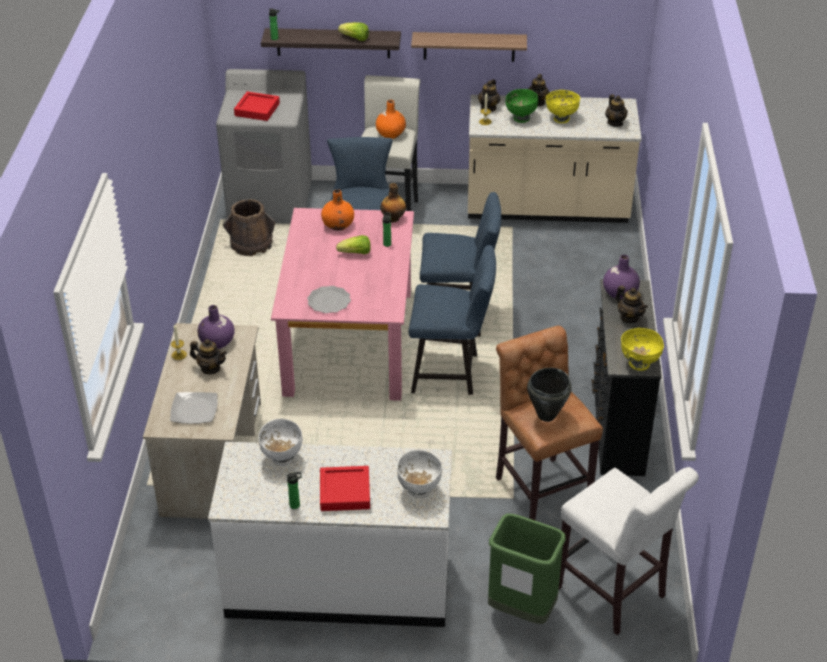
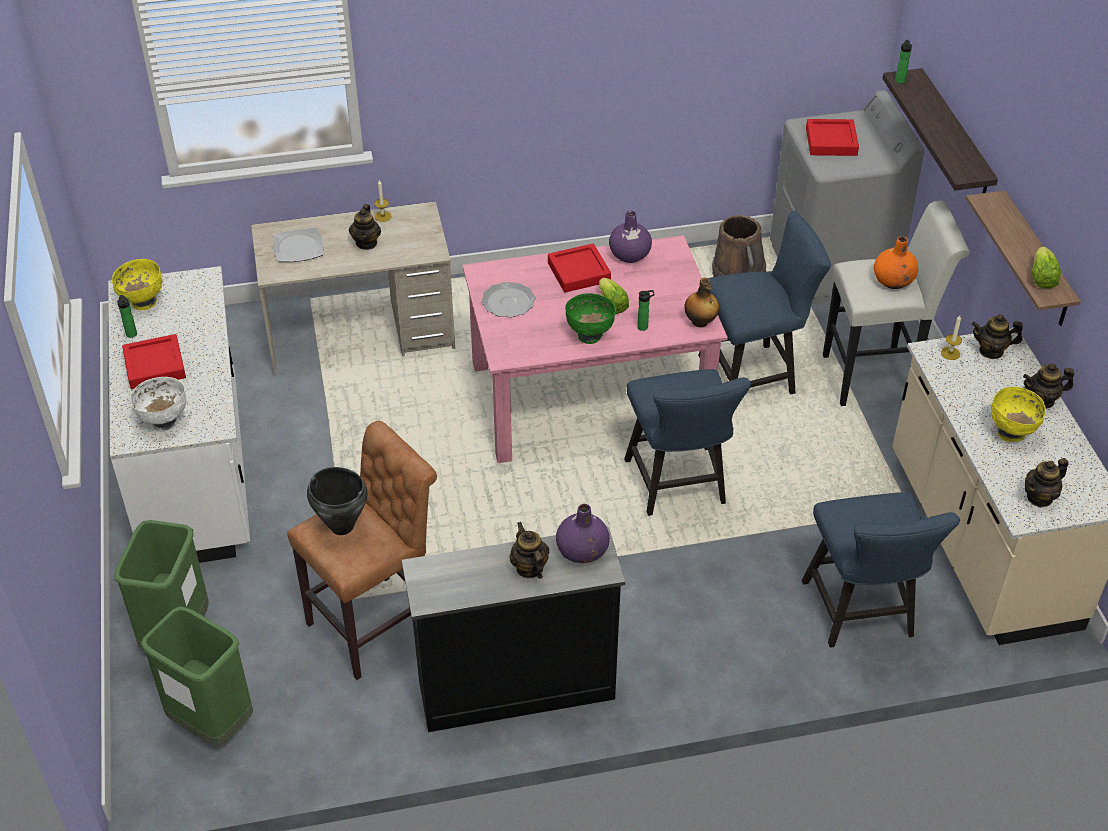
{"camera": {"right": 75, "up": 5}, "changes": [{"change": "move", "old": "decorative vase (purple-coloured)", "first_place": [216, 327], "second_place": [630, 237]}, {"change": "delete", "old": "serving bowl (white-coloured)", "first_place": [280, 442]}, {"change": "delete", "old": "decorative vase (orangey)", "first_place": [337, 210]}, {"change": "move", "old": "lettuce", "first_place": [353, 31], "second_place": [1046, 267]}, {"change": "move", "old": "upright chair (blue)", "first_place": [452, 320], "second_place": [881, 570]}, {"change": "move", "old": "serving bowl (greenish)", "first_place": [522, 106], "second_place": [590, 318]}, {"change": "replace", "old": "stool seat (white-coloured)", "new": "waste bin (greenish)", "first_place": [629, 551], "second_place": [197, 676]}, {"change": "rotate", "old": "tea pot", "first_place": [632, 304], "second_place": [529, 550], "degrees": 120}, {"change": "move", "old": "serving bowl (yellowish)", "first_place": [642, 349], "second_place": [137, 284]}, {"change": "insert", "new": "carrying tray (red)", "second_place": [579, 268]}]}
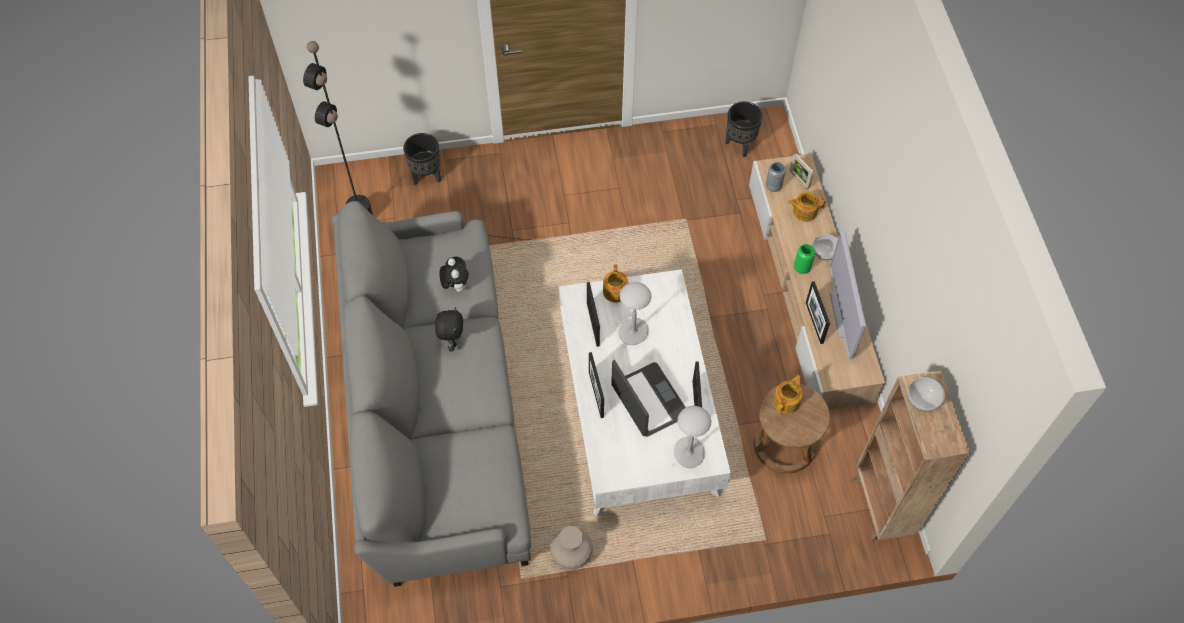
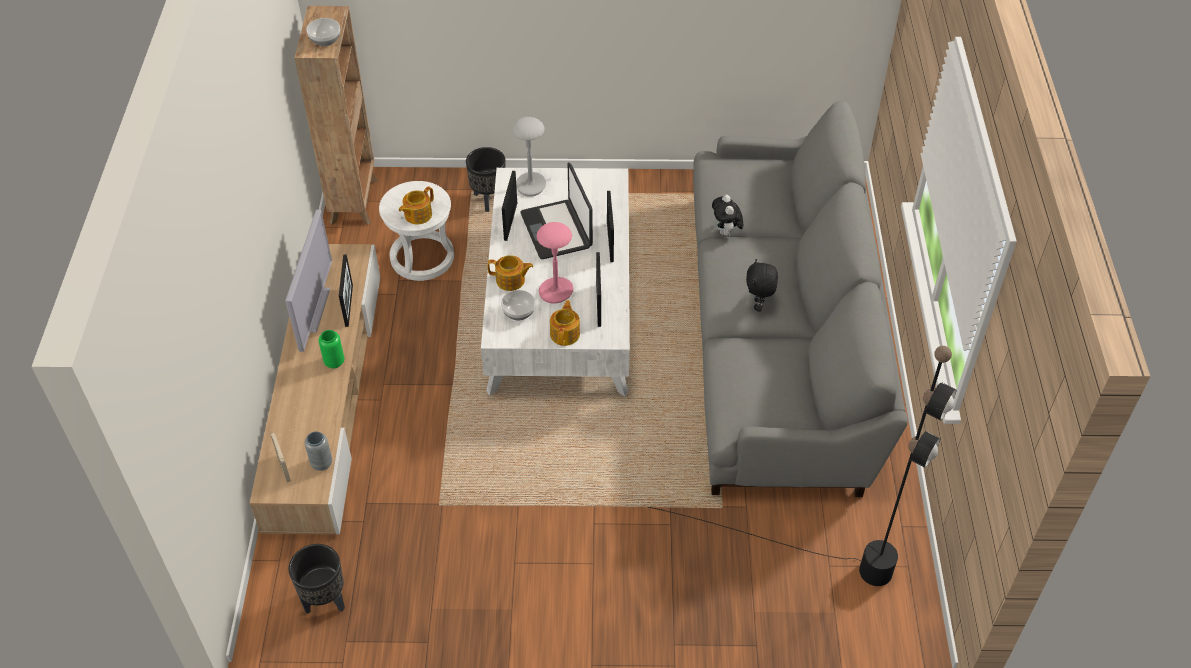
{"camera": {"right": -170, "up": -10}, "changes": [{"change": "move", "old": "plant pot (blackish)", "first_place": [422, 159], "second_place": [486, 179]}, {"change": "move", "old": "plush toy", "first_place": [454, 274], "second_place": [727, 215]}, {"change": "delete", "old": "decorative vase (beige)", "first_place": [571, 547]}, {"change": "recolor", "old": "tabletop lamp (gray)", "new": "tabletop lamp (pink-coloured)", "first_place": [635, 313], "second_place": [555, 263]}, {"change": "recolor", "old": "stool seat (brownish)", "new": "stool seat (white-coloured)", "first_place": [792, 429], "second_place": [416, 231]}, {"change": "move", "old": "tea pot", "first_place": [807, 207], "second_place": [511, 273]}, {"change": "move", "old": "serving bowl", "first_place": [825, 247], "second_place": [518, 305]}]}
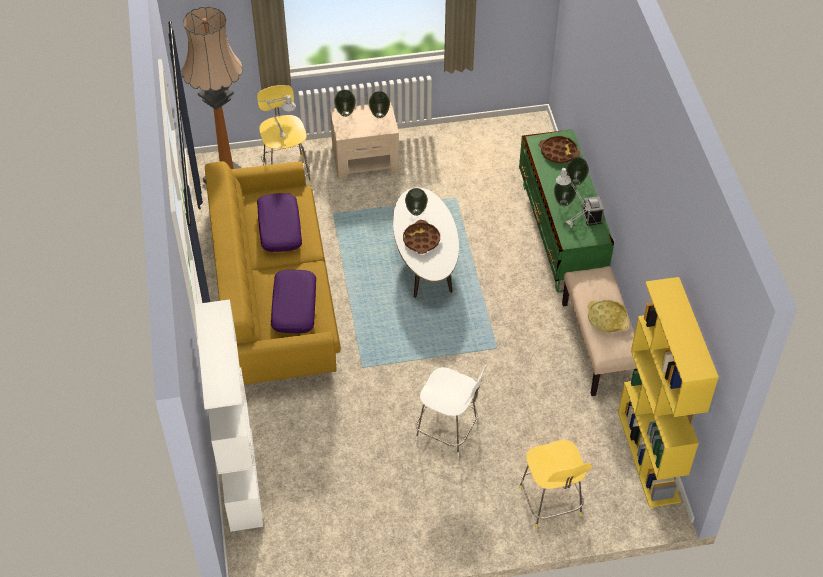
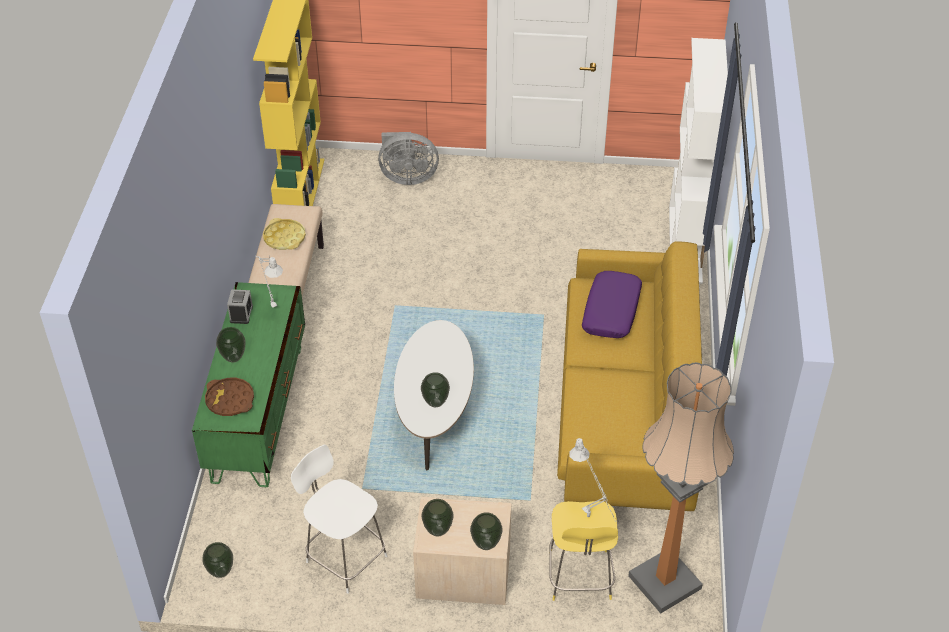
{"camera": {"right": -165, "up": -5}, "changes": [{"change": "delete", "old": "throw pillow (purple-coloured)", "first_place": [279, 222]}, {"change": "delete", "old": "carrying tray (brownish)", "first_place": [421, 237]}, {"change": "move", "old": "stool seat (white-coloured)", "first_place": [451, 411], "second_place": [339, 519]}, {"change": "replace", "old": "stool seat (yellowish)", "new": "electric fan (gray)", "first_place": [556, 484], "second_place": [408, 158]}, {"change": "move", "old": "decorative vase", "first_place": [565, 193], "second_place": [217, 560]}]}
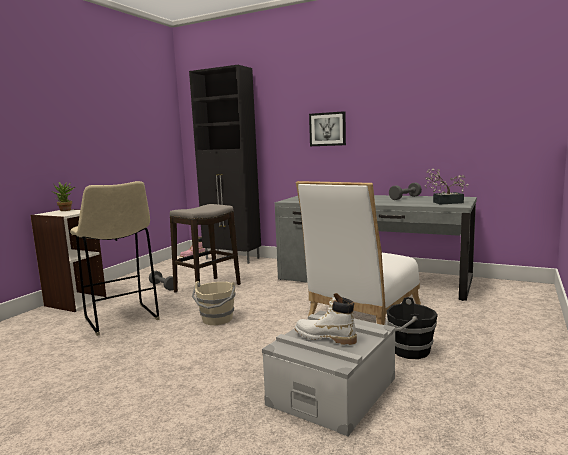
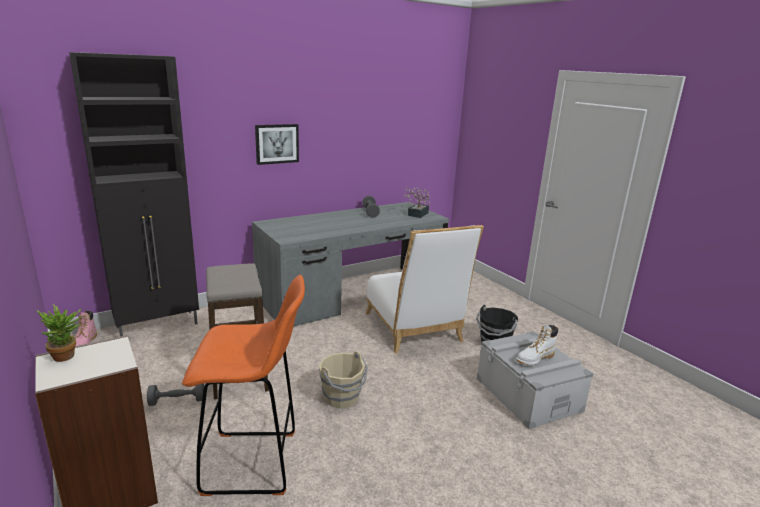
{"camera": {"right": -60, "up": 10}, "changes": [{"change": "recolor", "old": "stool seat (beige)", "new": "stool seat (orangey)", "first_place": [114, 258], "second_place": [243, 385]}]}
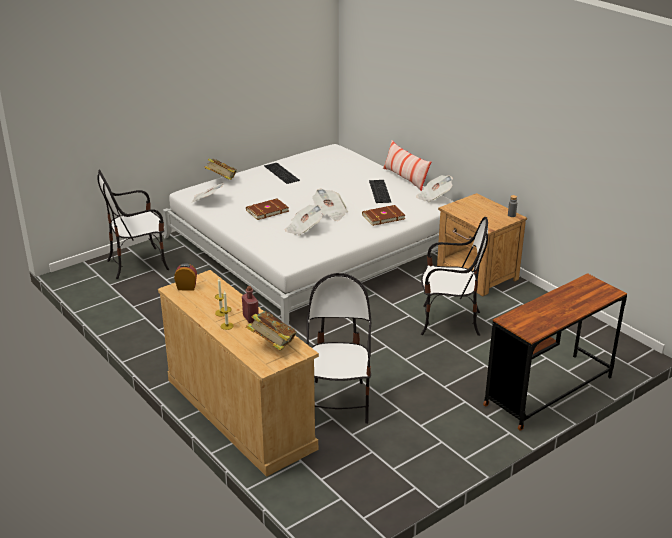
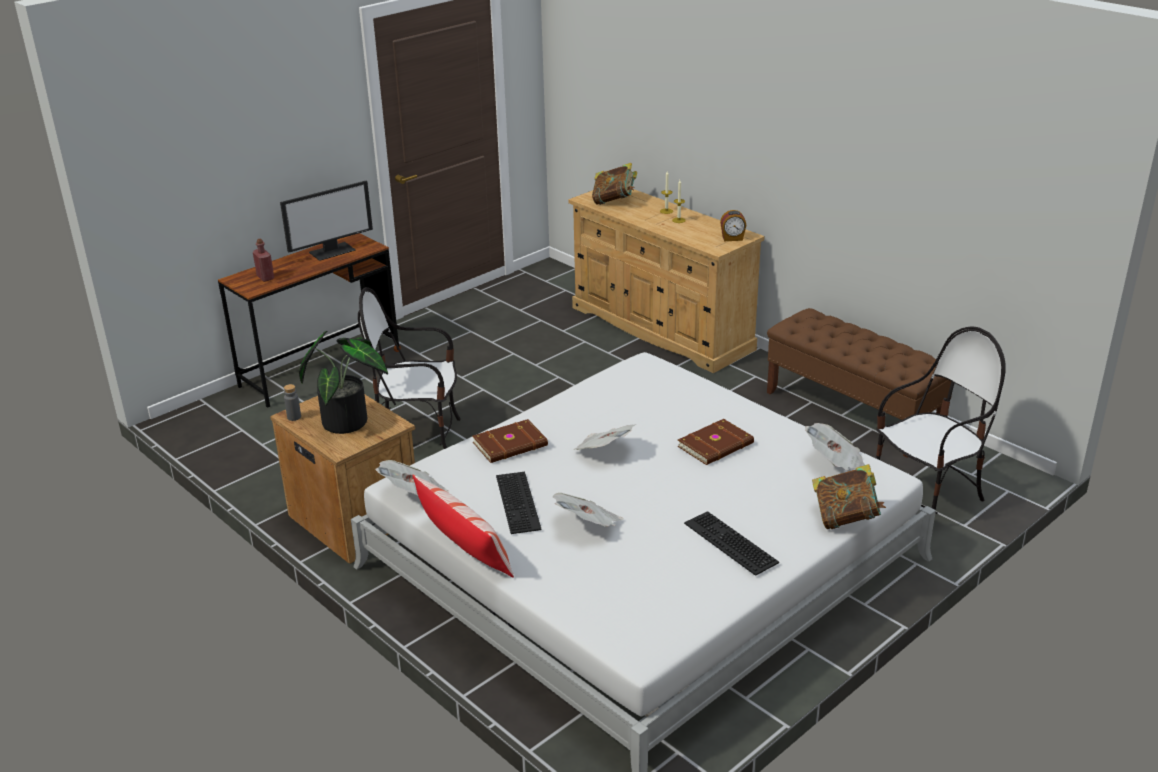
{"camera": {"right": 175, "up": 0}, "changes": [{"change": "move", "old": "bottle (red)", "first_place": [250, 304], "second_place": [263, 260]}, {"change": "move", "old": "newspaper", "first_place": [303, 220], "second_place": [587, 510]}, {"change": "delete", "old": "upright chair", "first_place": [338, 348]}, {"change": "insert", "new": "computer display", "second_place": [326, 221]}, {"change": "insert", "new": "houseplant", "second_place": [343, 382]}, {"change": "insert", "new": "bench (brownish)", "second_place": [859, 383]}]}
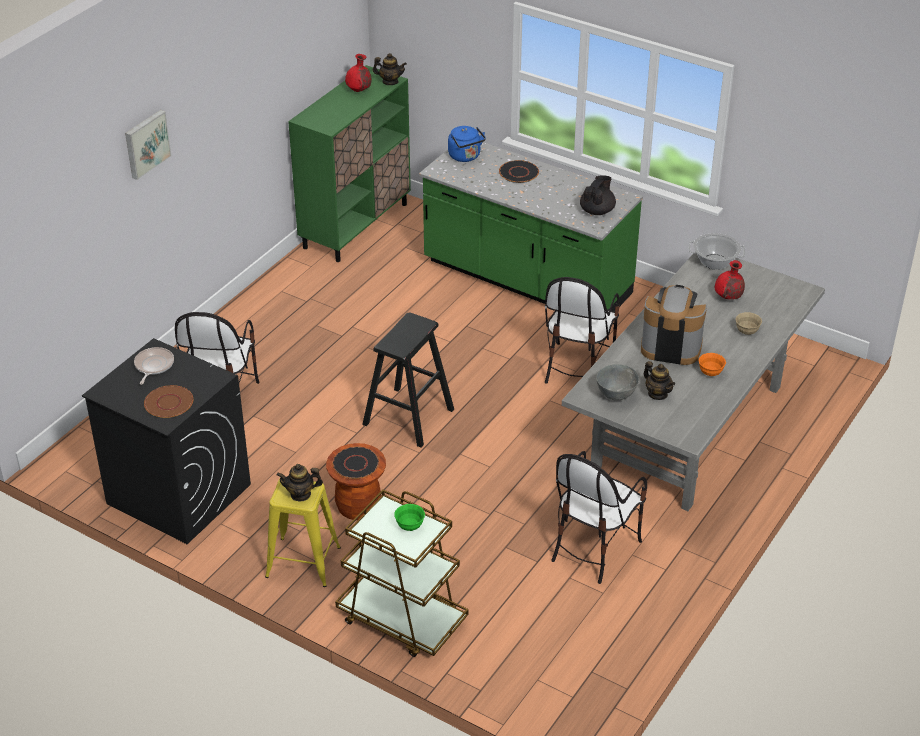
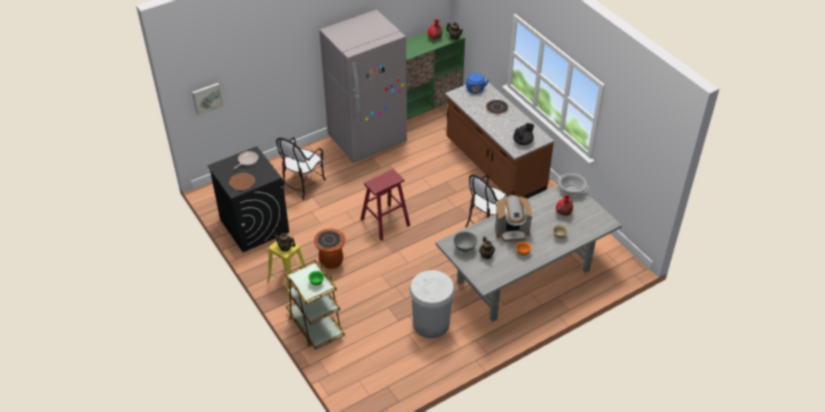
{"camera": {"right": 25, "up": 5}, "changes": [{"change": "move", "old": "picture", "first_place": [148, 145], "second_place": [207, 99]}, {"change": "recolor", "old": "stool seat (blackish)", "new": "stool seat (red)", "first_place": [408, 379], "second_place": [385, 205]}, {"change": "recolor", "old": "counter (greenish)", "new": "counter (brownish)", "first_place": [531, 227], "second_place": [499, 139]}, {"change": "replace", "old": "upright chair", "new": "waste bin (white-coloured)", "first_place": [599, 517], "second_place": [432, 304]}, {"change": "rotate", "old": "coffee maker", "first_place": [674, 325], "second_place": [513, 218], "degrees": 135}, {"change": "insert", "new": "kitchen fridge (gray)", "second_place": [363, 86]}]}
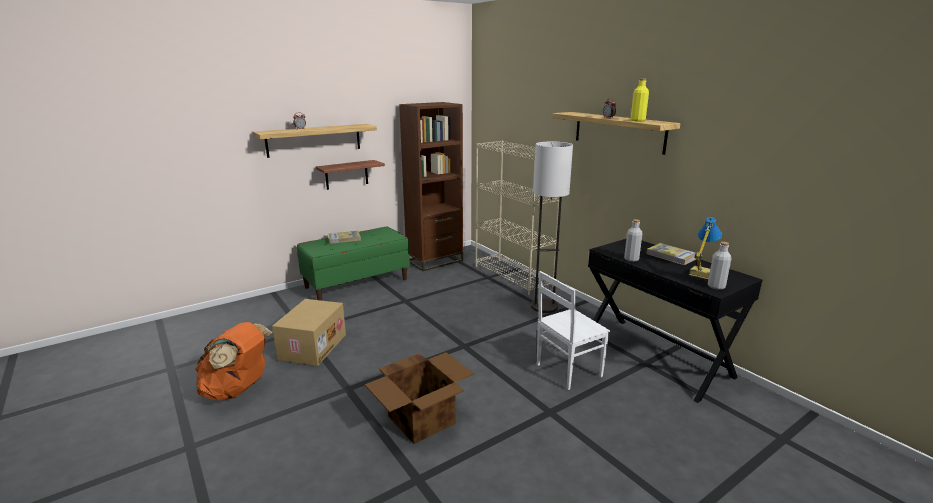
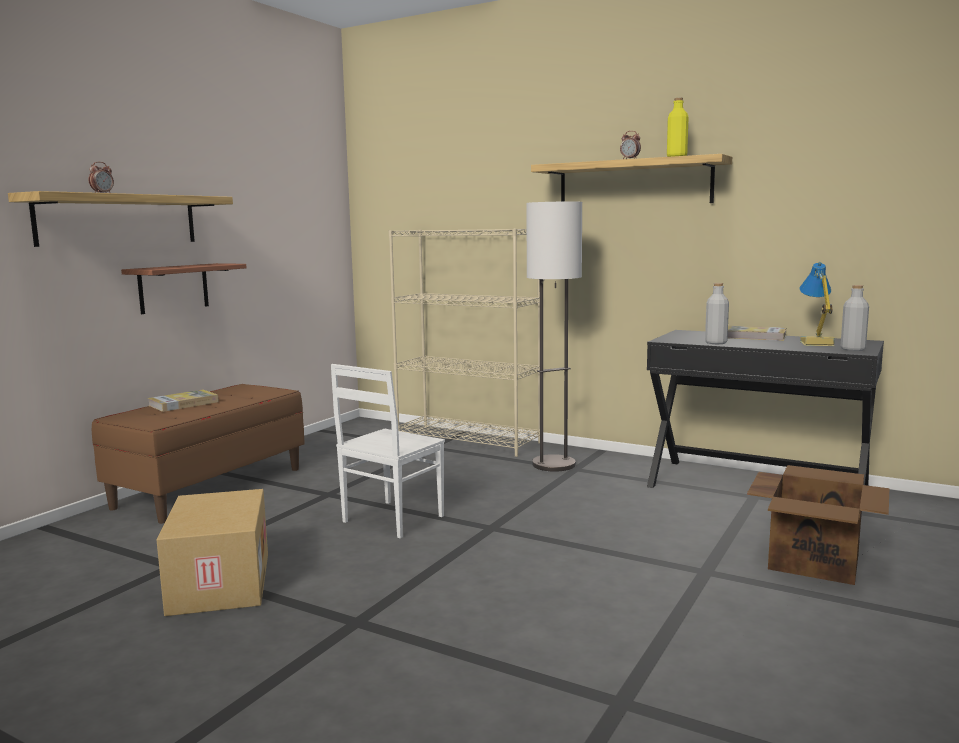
{"camera": {"right": -25, "up": -10}, "changes": [{"change": "delete", "old": "knapsack (orangey)", "first_place": [234, 361]}, {"change": "recolor", "old": "bench (greenish)", "new": "bench (brownish)", "first_place": [353, 264], "second_place": [198, 454]}, {"change": "move", "old": "packing box", "first_place": [419, 398], "second_place": [818, 525]}, {"change": "delete", "old": "bookshelf (brownish)", "first_place": [431, 186]}, {"change": "move", "old": "upright chair (white-coloured)", "first_place": [573, 330], "second_place": [388, 451]}]}
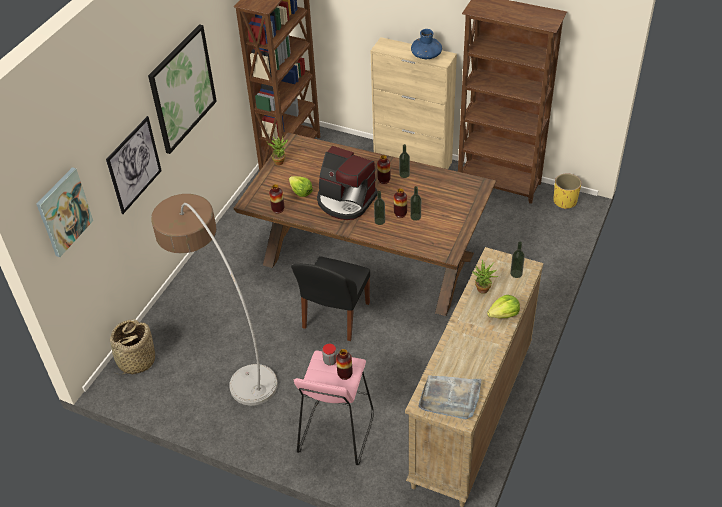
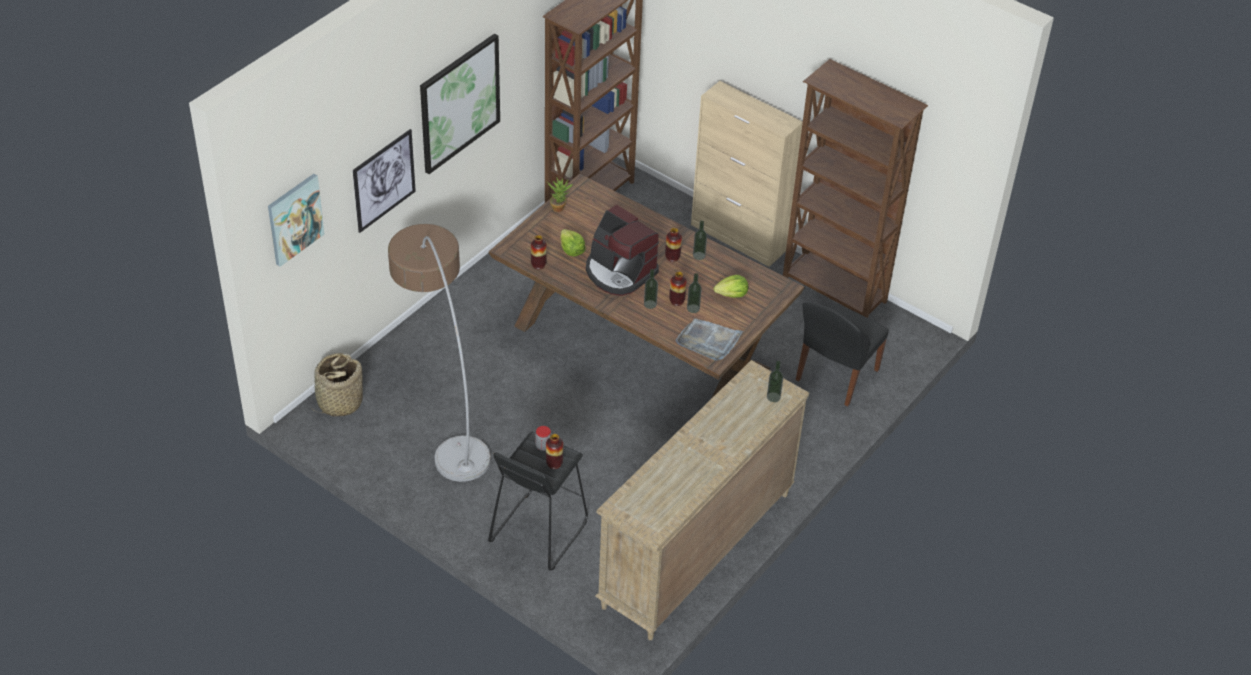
{"camera": {"right": 10, "up": 0}, "changes": [{"change": "move", "old": "upright chair (blackish)", "first_place": [330, 298], "second_place": [842, 354]}, {"change": "recolor", "old": "stool seat (pink-coloured)", "new": "stool seat (blackish)", "first_place": [334, 407], "second_place": [538, 501]}, {"change": "delete", "old": "decorative vase (blue)", "first_place": [426, 44]}, {"change": "move", "old": "carrying tray (gray)", "first_place": [450, 397], "second_place": [709, 339]}, {"change": "delete", "old": "houseplant", "first_place": [486, 277]}, {"change": "move", "old": "lettuce", "first_place": [503, 307], "second_place": [731, 286]}, {"change": "delete", "old": "plant pot (yellowish)", "first_place": [567, 191]}]}
